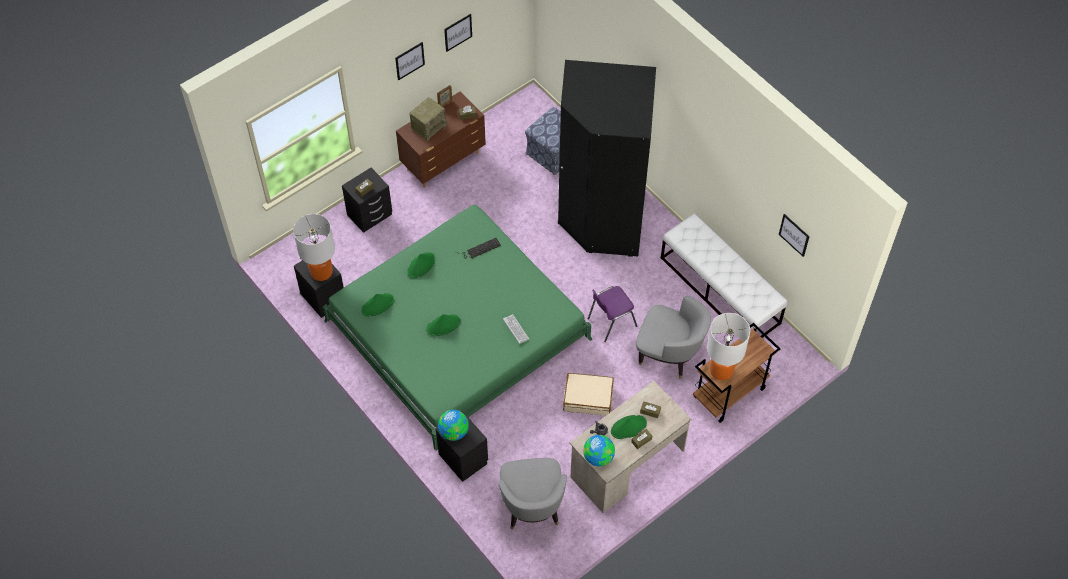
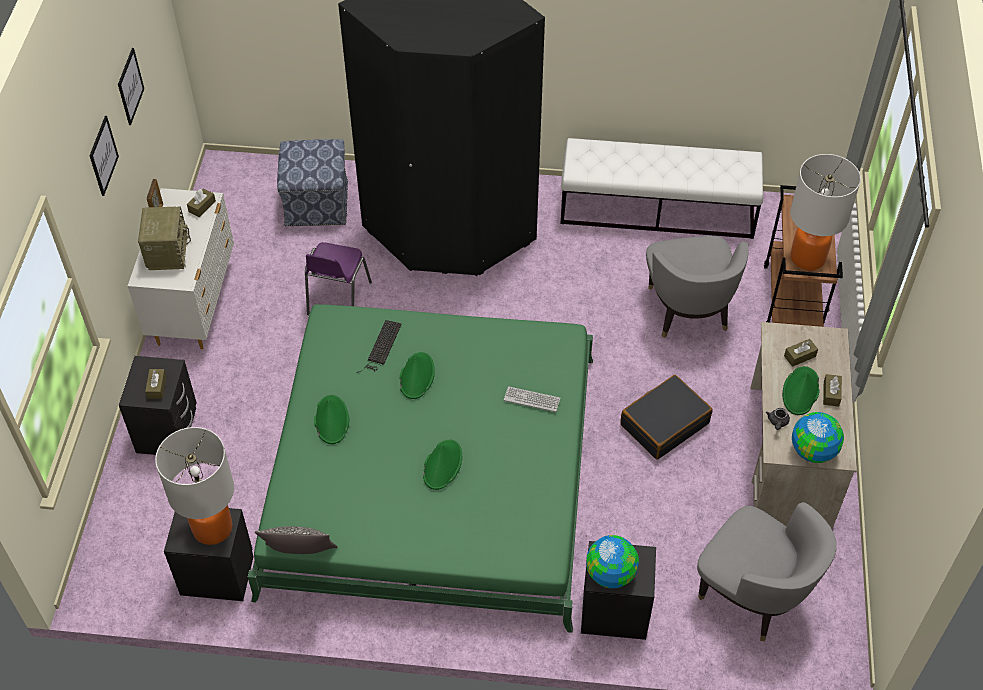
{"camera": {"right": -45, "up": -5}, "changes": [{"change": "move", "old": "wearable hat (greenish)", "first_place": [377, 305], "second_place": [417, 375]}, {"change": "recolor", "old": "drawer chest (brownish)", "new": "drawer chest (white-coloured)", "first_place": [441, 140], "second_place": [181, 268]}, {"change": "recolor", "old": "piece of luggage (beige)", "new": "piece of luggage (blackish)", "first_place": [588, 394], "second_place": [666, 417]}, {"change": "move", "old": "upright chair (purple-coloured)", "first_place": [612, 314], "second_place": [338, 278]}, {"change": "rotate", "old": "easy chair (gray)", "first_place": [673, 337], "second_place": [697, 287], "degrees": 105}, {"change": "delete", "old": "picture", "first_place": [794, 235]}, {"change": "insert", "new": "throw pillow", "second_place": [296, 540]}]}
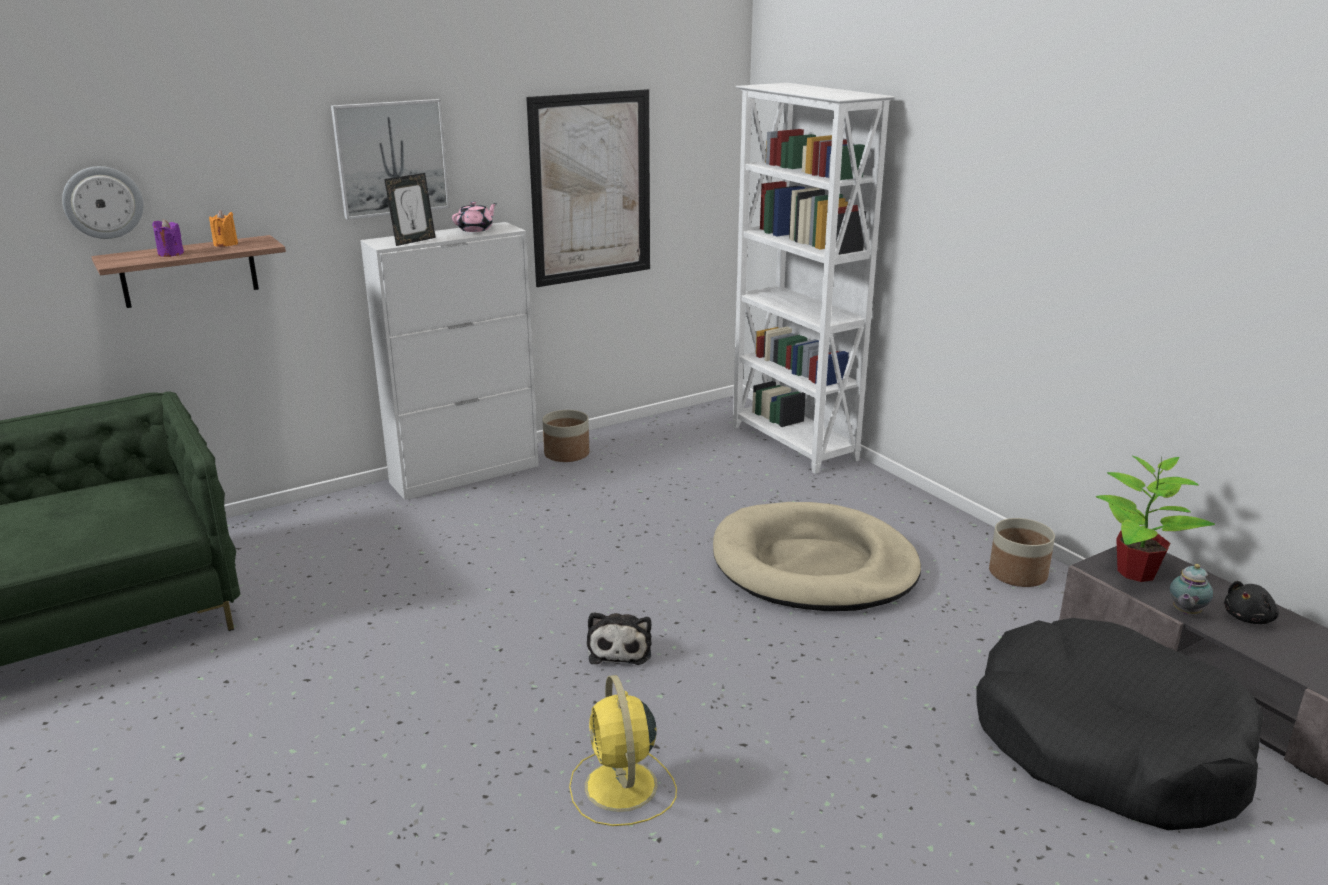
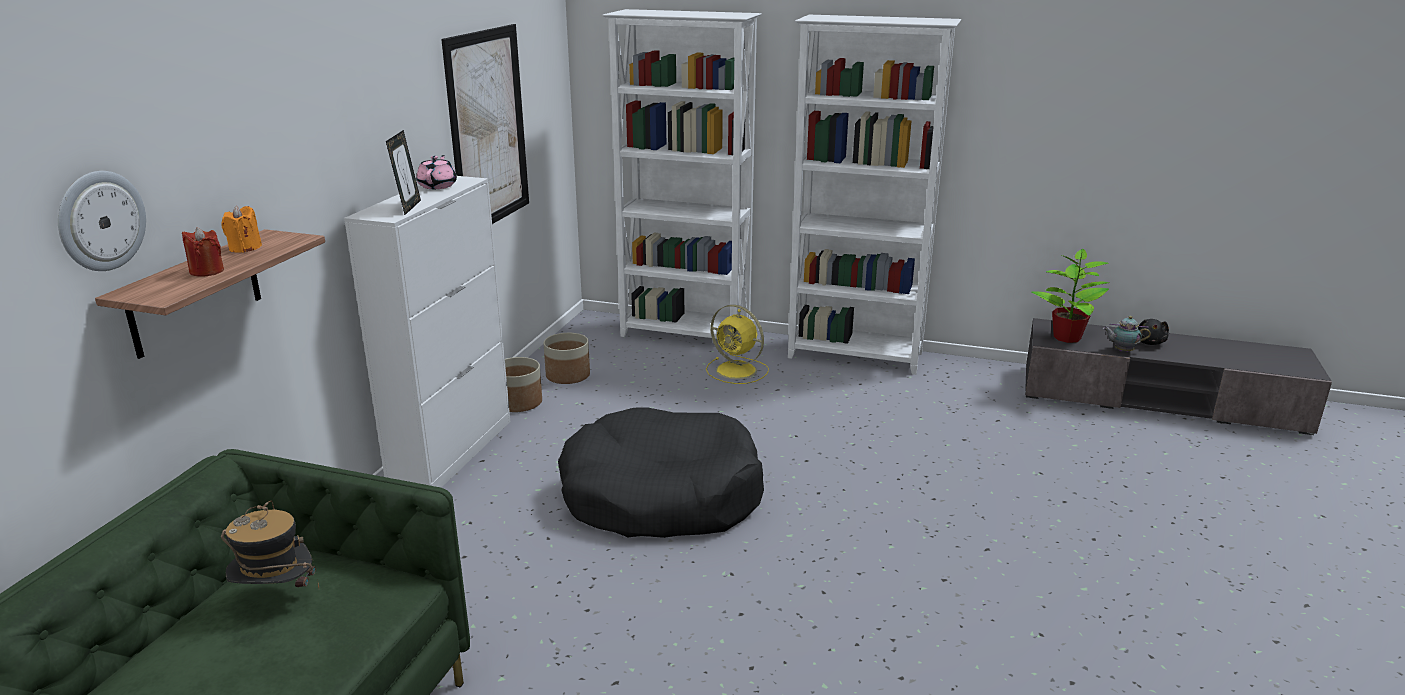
{"camera": {"right": -40, "up": 0}, "changes": [{"change": "recolor", "old": "wax light (purple-coloured)", "new": "wax light (red)", "first_place": [168, 238], "second_place": [203, 252]}, {"change": "delete", "old": "picture", "first_place": [390, 159]}, {"change": "move", "old": "electric fan (yellowish)", "first_place": [623, 750], "second_place": [737, 344]}, {"change": "delete", "old": "plush toy", "first_place": [619, 638]}, {"change": "delete", "old": "pet bed (beige)", "first_place": [817, 556]}, {"change": "move", "old": "pet bed (blackish)", "first_place": [1120, 724], "second_place": [661, 473]}, {"change": "move", "old": "plant pot", "first_place": [1022, 552], "second_place": [566, 358]}, {"change": "rotate", "old": "tea pot", "first_place": [1191, 589], "second_place": [1127, 334], "degrees": 105}, {"change": "insert", "new": "wearable hat", "second_place": [270, 544]}, {"change": "insert", "new": "bookshelf (white-coloured)", "second_place": [874, 195]}]}
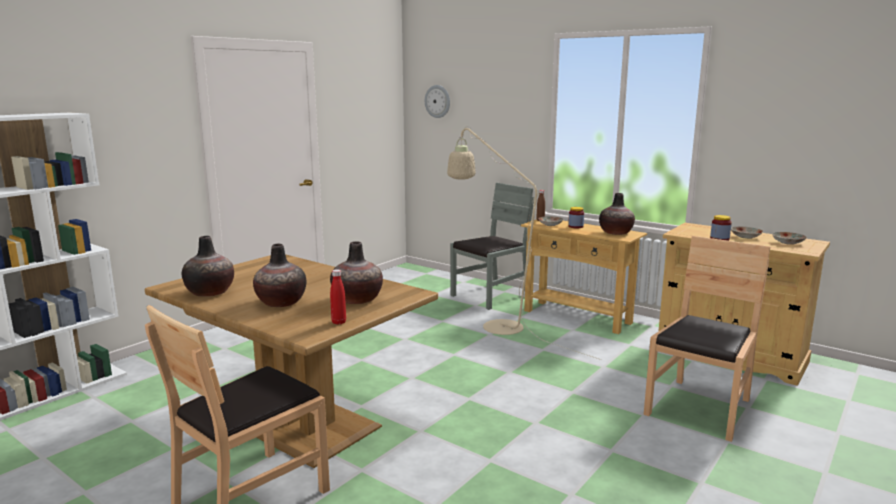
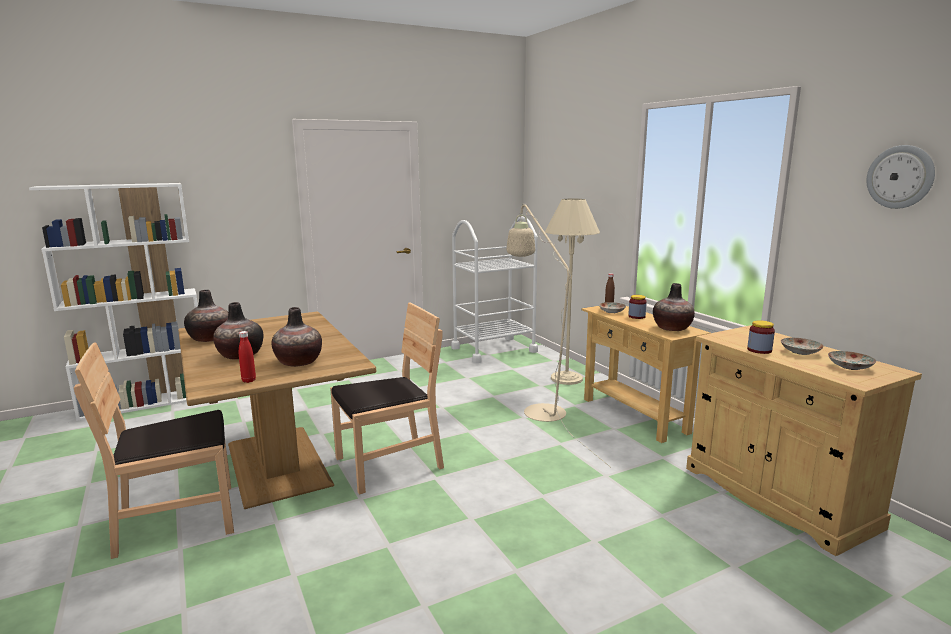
{"camera": {"right": 25, "up": 0}, "changes": [{"change": "move", "old": "hanging clock", "first_place": [437, 101], "second_place": [901, 177]}, {"change": "replace", "old": "upright chair (gray)", "new": "floor lamp (beige)", "first_place": [492, 246], "second_place": [572, 292]}, {"change": "move", "old": "upright chair (brownish)", "first_place": [707, 339], "second_place": [387, 398]}, {"change": "insert", "new": "trolley (white-coloured)", "second_place": [494, 289]}]}
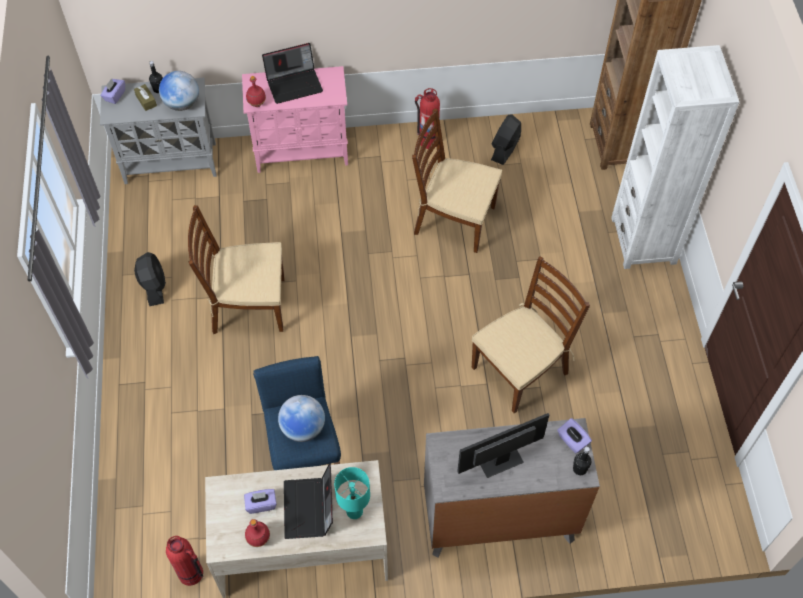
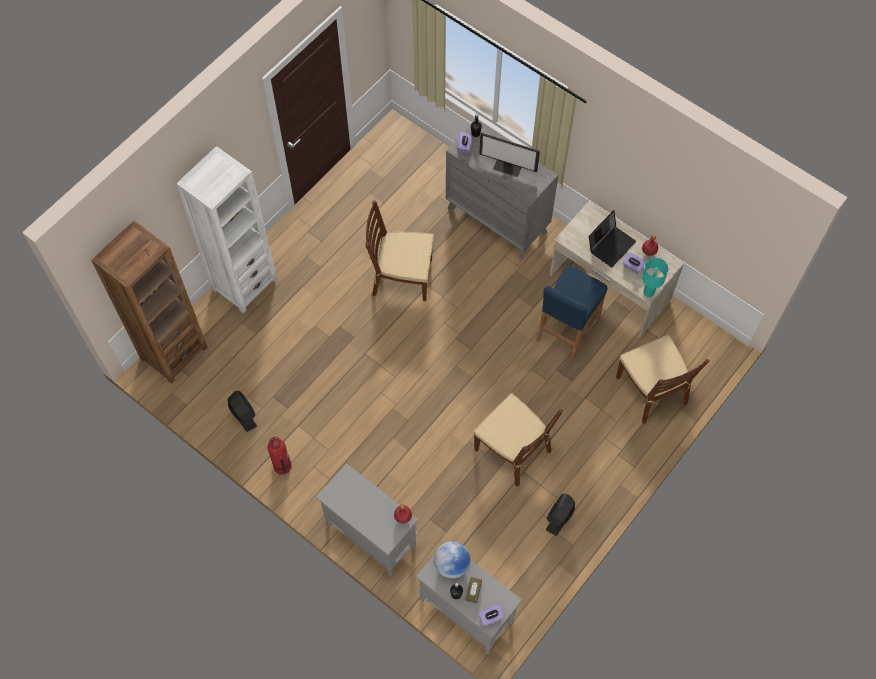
{"camera": {"right": -135, "up": 5}, "changes": [{"change": "delete", "old": "extinguisher", "first_place": [184, 561]}, {"change": "recolor", "old": "storage cabinet (pink-coloured)", "new": "storage cabinet (gray)", "first_place": [295, 119], "second_place": [367, 520]}, {"change": "delete", "old": "portable computer", "first_place": [292, 73]}, {"change": "delete", "old": "globe", "first_place": [301, 418]}, {"change": "move", "old": "tabletop lamp (turquoise)", "first_place": [352, 493], "second_place": [655, 277]}, {"change": "move", "old": "upright chair (brownish)", "first_place": [457, 181], "second_place": [662, 379]}, {"change": "rotate", "old": "electric fan (blackish)", "first_place": [506, 139], "second_place": [242, 411], "degrees": -105}]}
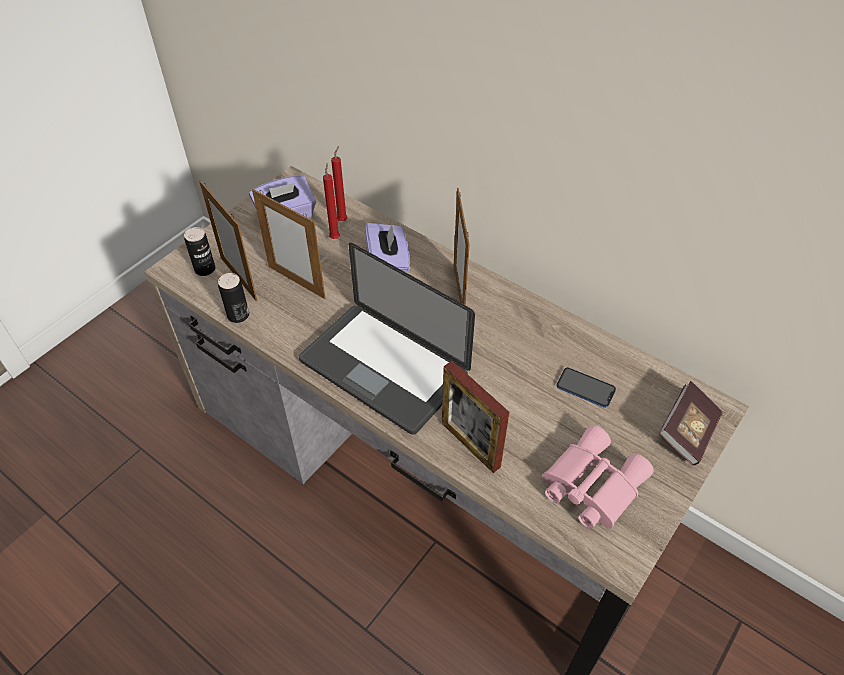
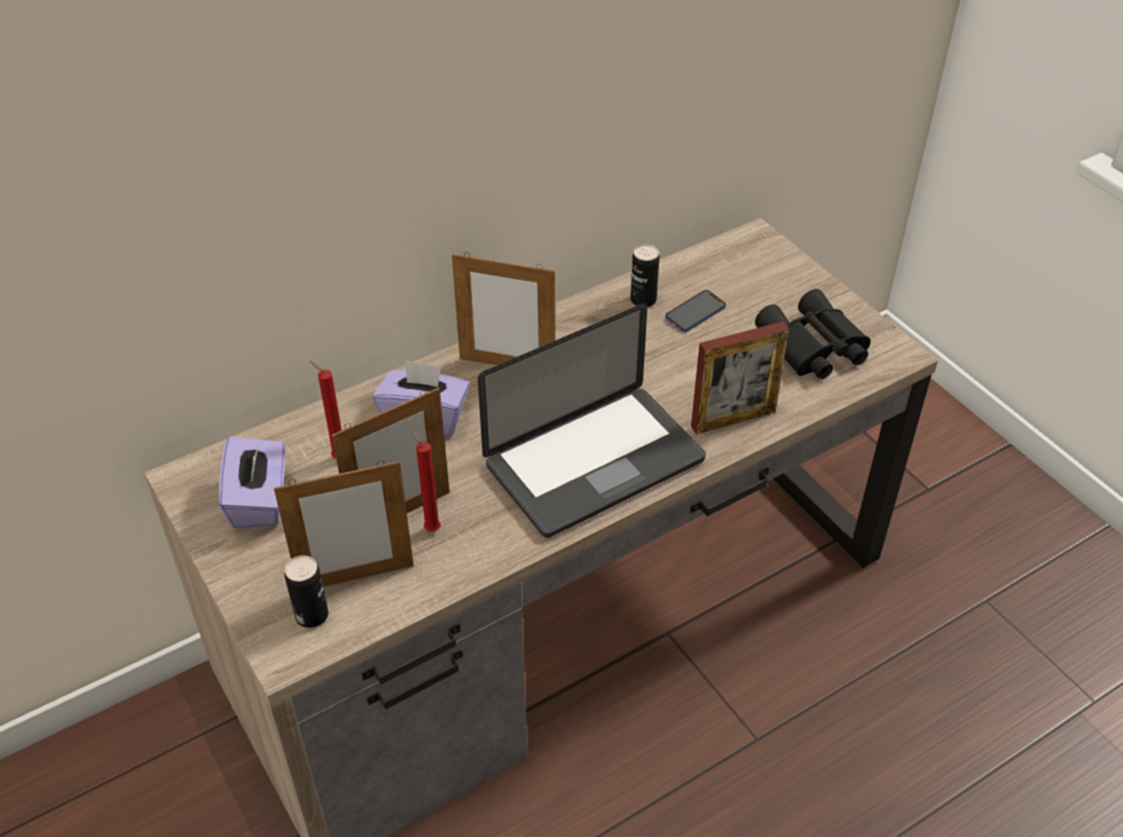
{"camera": {"right": -70, "up": -5}, "changes": [{"change": "move", "old": "sealed can", "first_place": [233, 298], "second_place": [644, 275]}, {"change": "move", "old": "wax light (red)", "first_place": [339, 183], "second_place": [426, 481]}, {"change": "recolor", "old": "binoculars (pink-coloured)", "new": "binoculars (blackish)", "first_place": [598, 477], "second_place": [813, 334]}, {"change": "delete", "old": "book", "first_place": [690, 423]}]}
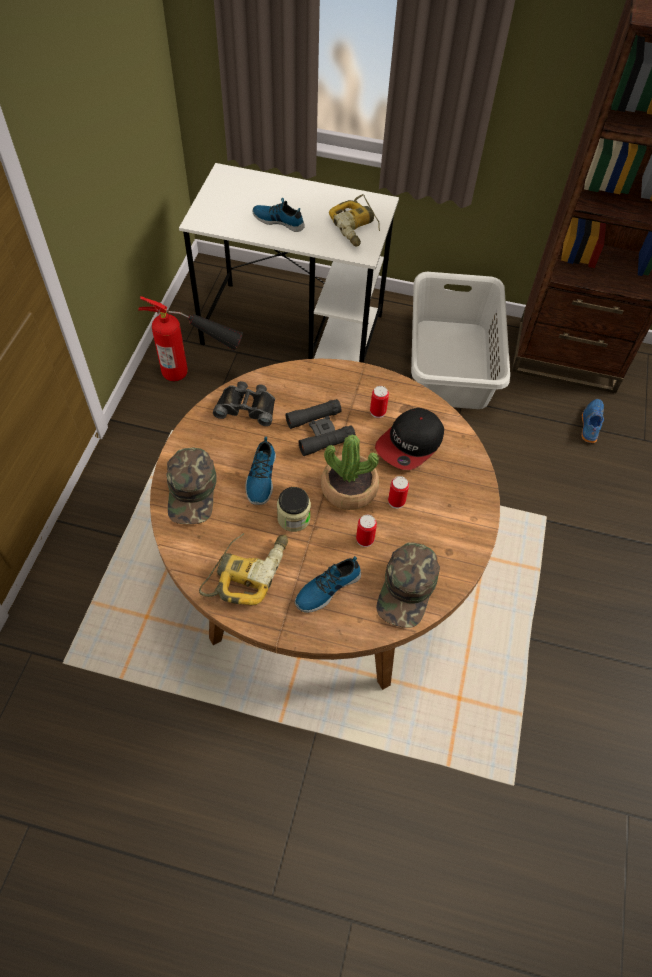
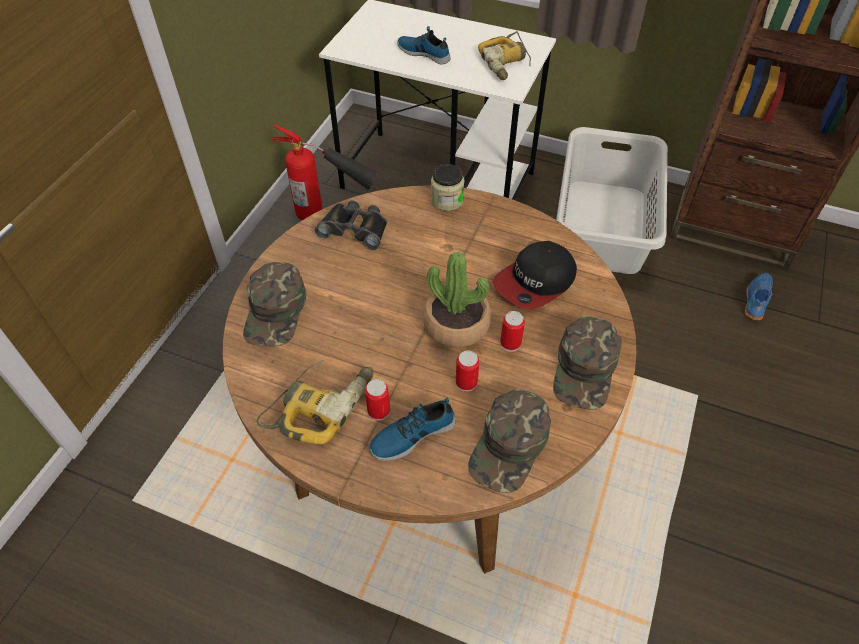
{"camera": {"right": 10, "up": -5}, "changes": [{"change": "delete", "old": "low shoe", "first_place": [260, 471]}, {"change": "move", "old": "storage jar", "first_place": [294, 509], "second_place": [448, 187]}, {"change": "delete", "old": "binoculars (blackish)", "first_place": [321, 427]}, {"change": "move", "old": "sealed can", "first_place": [379, 402], "second_place": [377, 400]}, {"change": "insert", "new": "cap (greenish)", "second_place": [587, 363]}]}
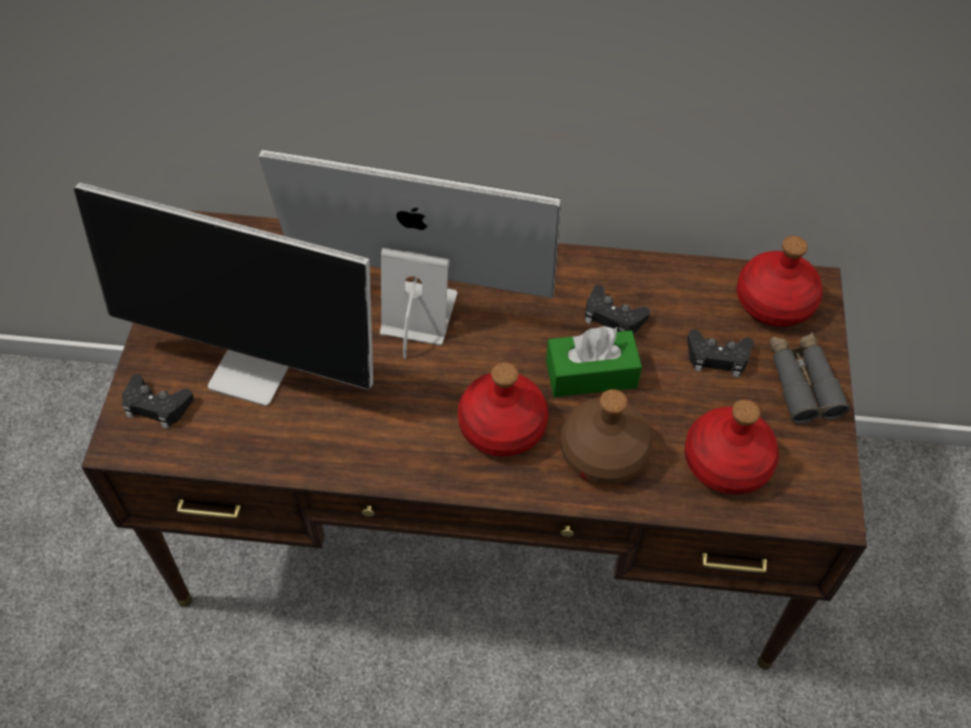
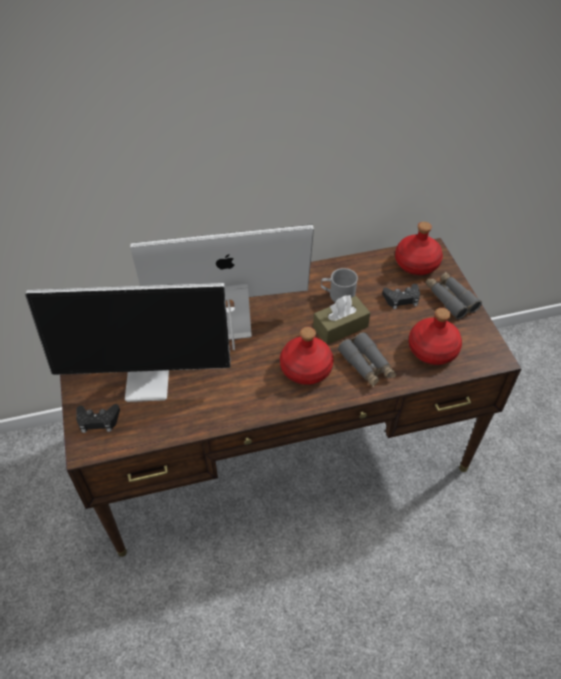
{"camera": {"right": -20, "up": -5}, "changes": [{"change": "recolor", "old": "tissue box (greenish)", "new": "tissue box (brownish)", "first_place": [594, 361], "second_place": [341, 320]}, {"change": "replace", "old": "bottle (brownish)", "new": "binoculars (gray)", "first_place": [606, 436], "second_place": [367, 360]}, {"change": "replace", "old": "gamepad (blackish)", "new": "tea mug (gray)", "first_place": [617, 309], "second_place": [339, 285]}]}
